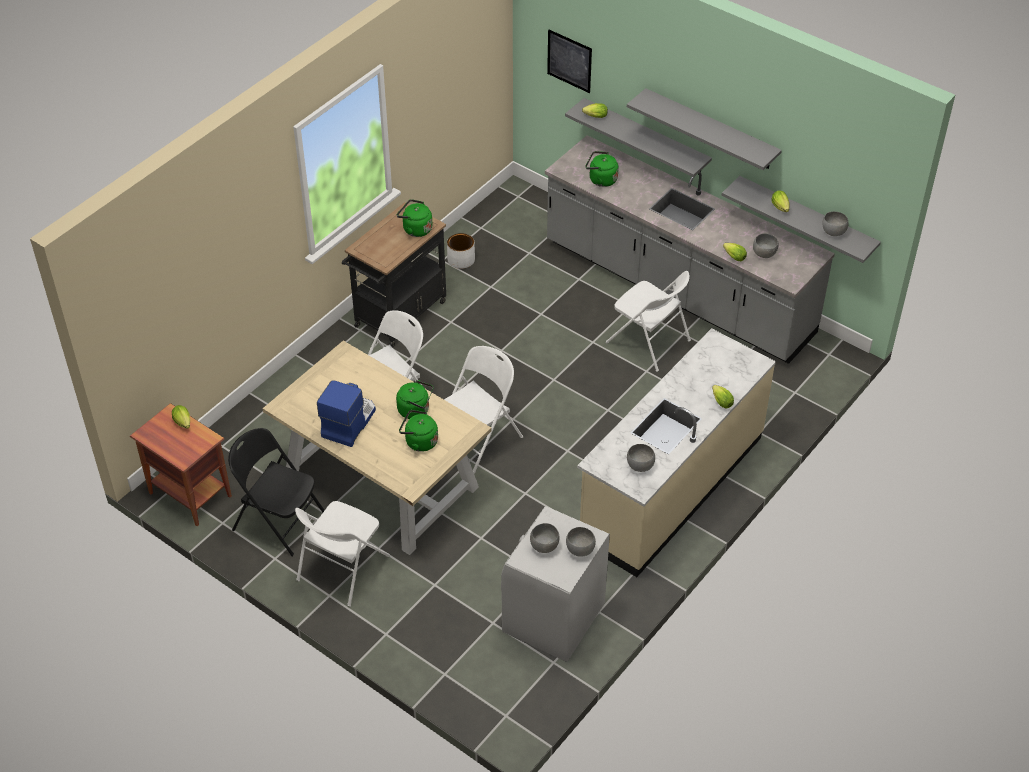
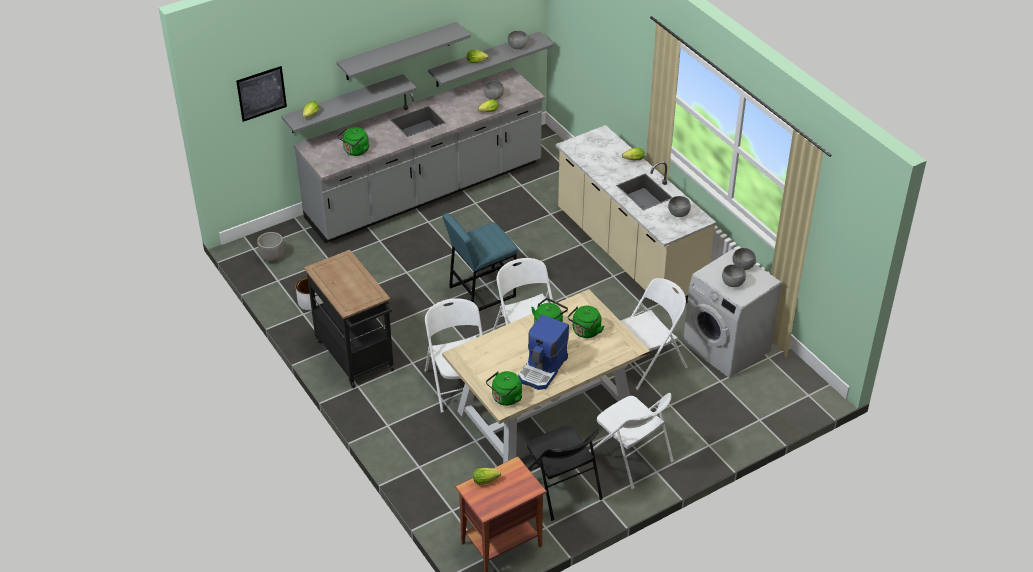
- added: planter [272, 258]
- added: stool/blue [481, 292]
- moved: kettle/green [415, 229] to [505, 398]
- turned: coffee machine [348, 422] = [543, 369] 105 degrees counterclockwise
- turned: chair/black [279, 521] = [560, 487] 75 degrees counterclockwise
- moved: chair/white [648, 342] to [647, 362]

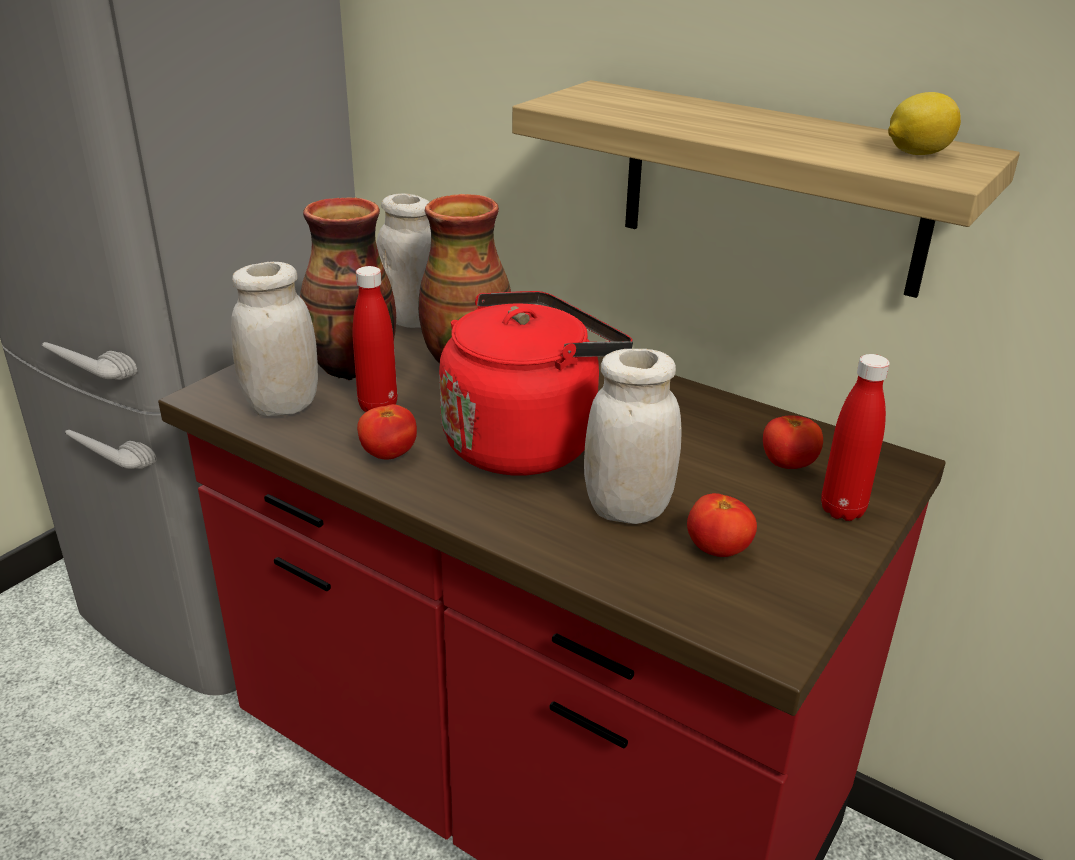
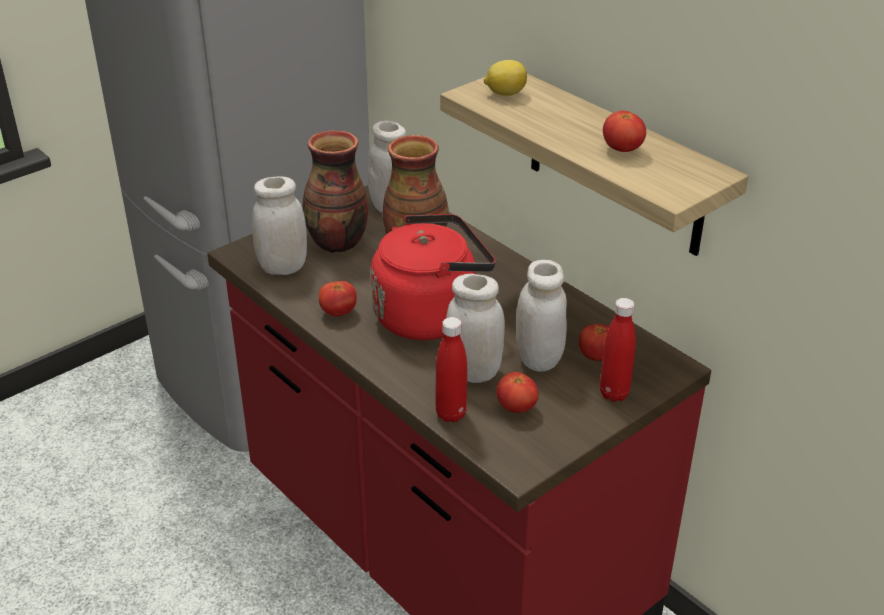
- moved: bottle/red [378, 406] to [451, 414]
- moved: lemon [916, 153] to [505, 93]
- added: jar/white [539, 359]
- added: tomato [622, 150]

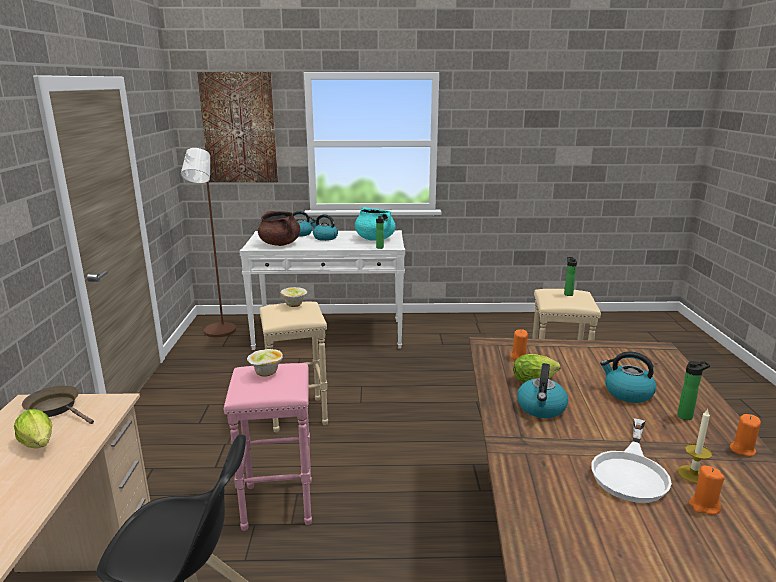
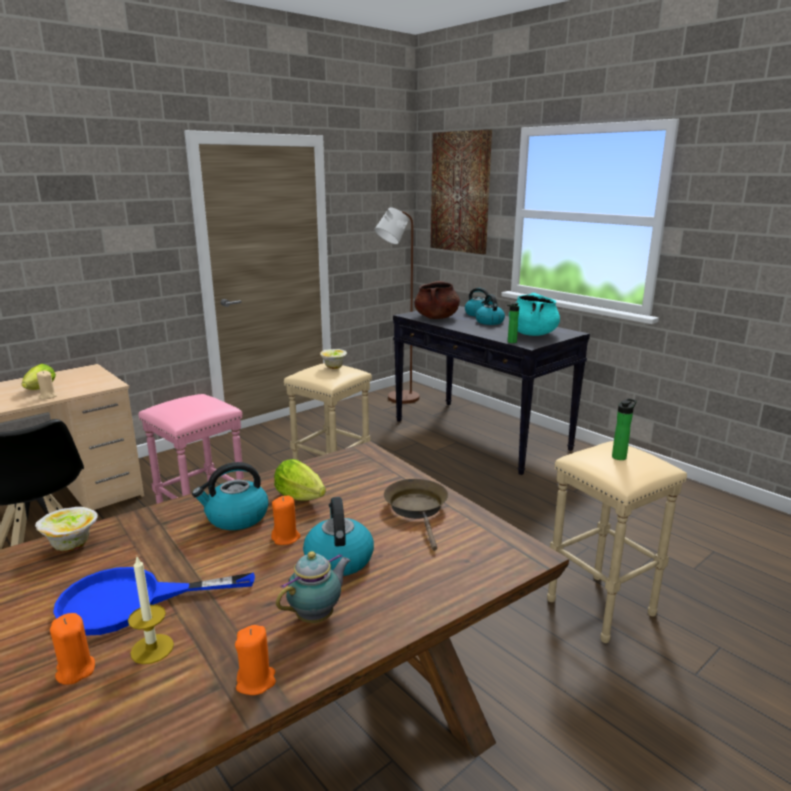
- moved: bowl [266, 373] to [71, 545]
- added: candle/beige [47, 397]
- recoloured: frying pan/white [631, 471] to frying pan/blue [130, 602]
- moved: candle/orange [518, 357] to [286, 538]
- replaced: bottle [687, 416] to teapot [317, 616]
- moved: frying pan/brown [56, 408] to [417, 509]
- recoloured: console table/white [330, 334] to console table/black [480, 434]

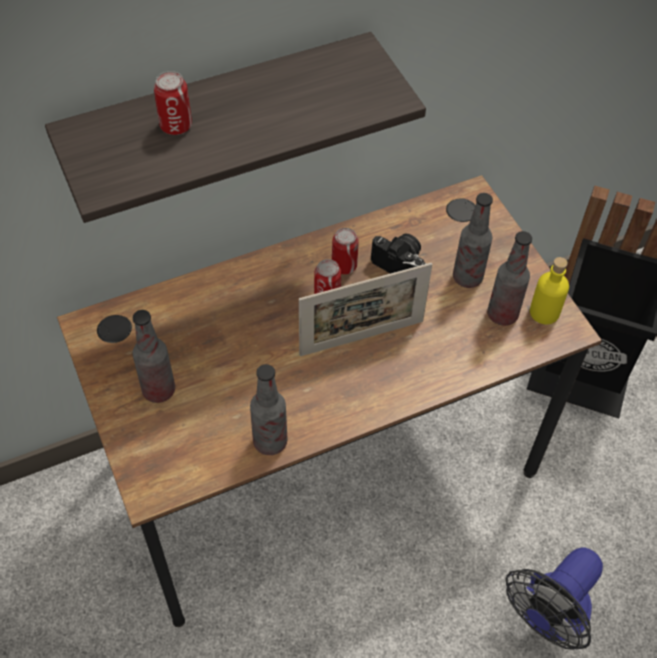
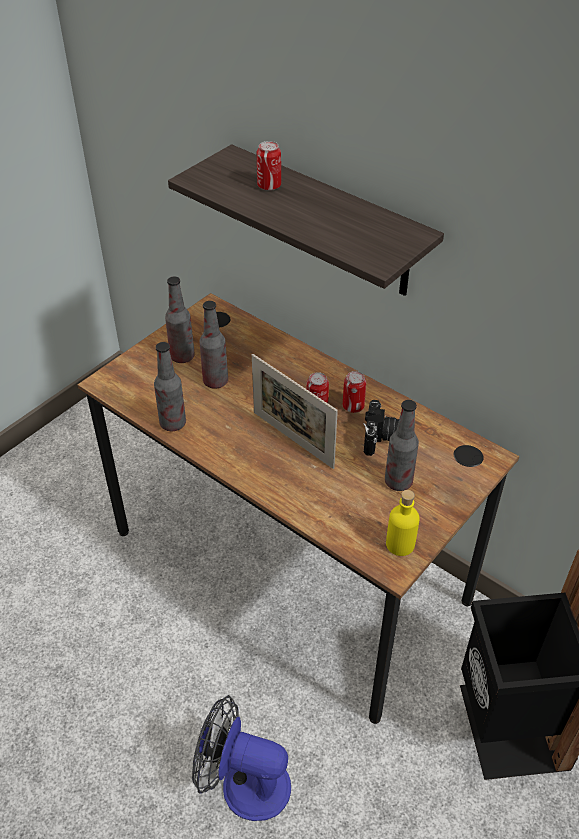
- moved: bottle [502, 314] to [215, 381]

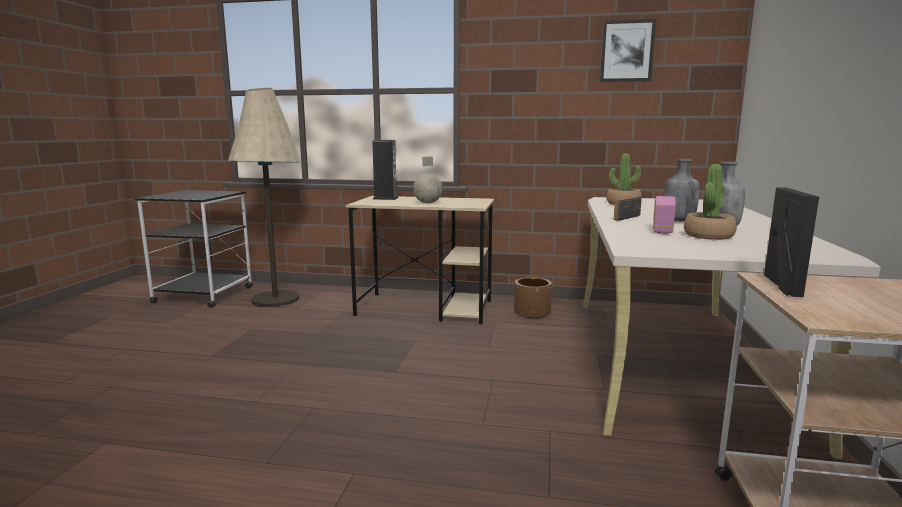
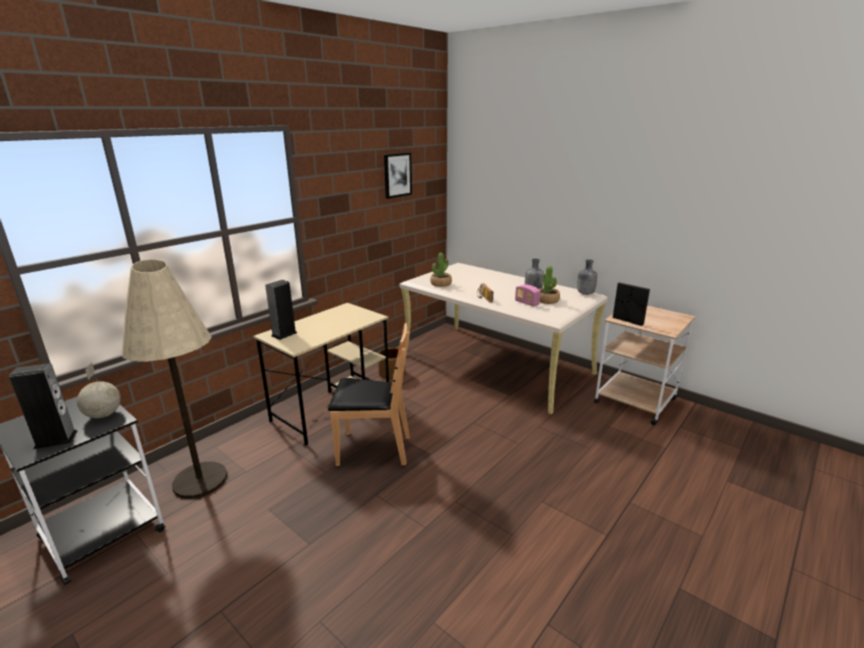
- added: speaker [56, 439]
- moved: globe [427, 203] to [103, 415]
- added: chair/brown [373, 449]
- moved: bottle/grey [677, 220] to [585, 293]

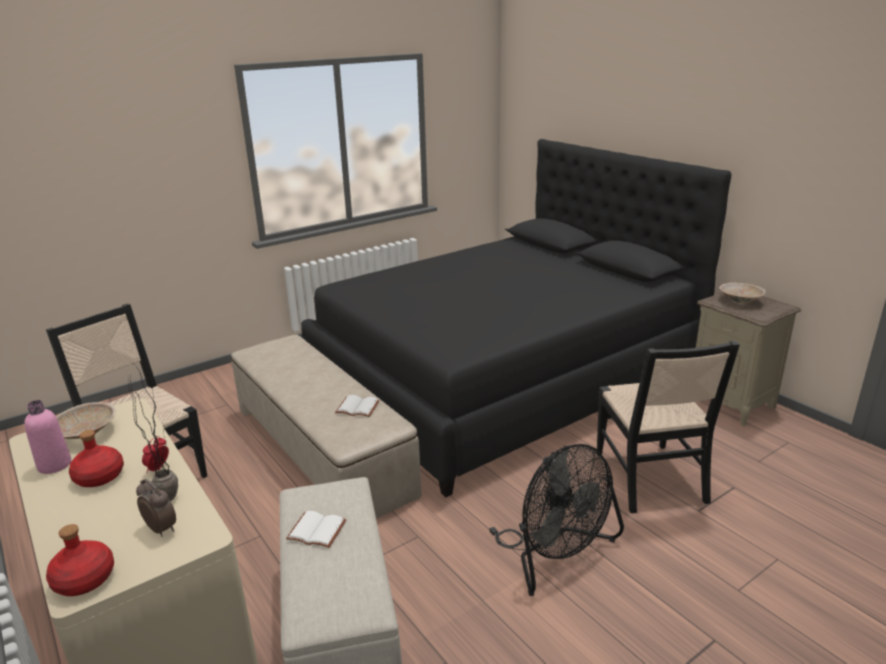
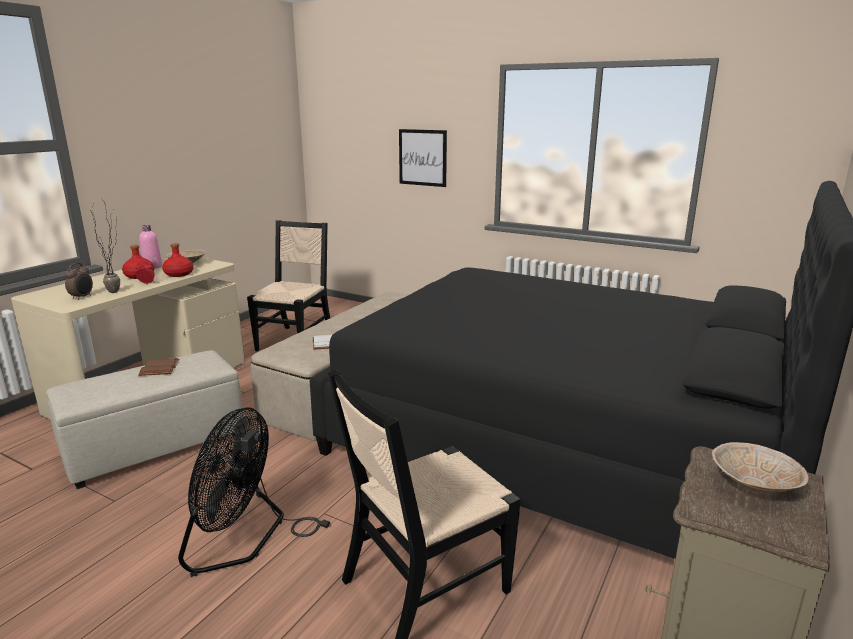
- recoloured: book/white [318, 530] to book/brown [160, 368]
- moved: bottle/red [85, 579] to [179, 274]
- turned: fan/black [553, 554] = [254, 532] 75 degrees clockwise
- added: picture [422, 157]

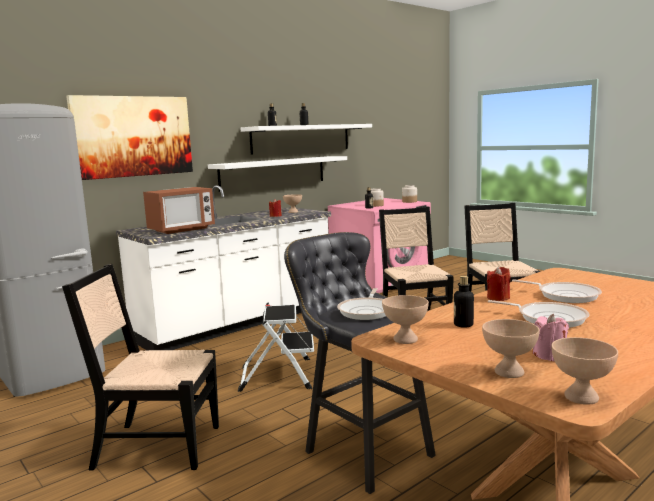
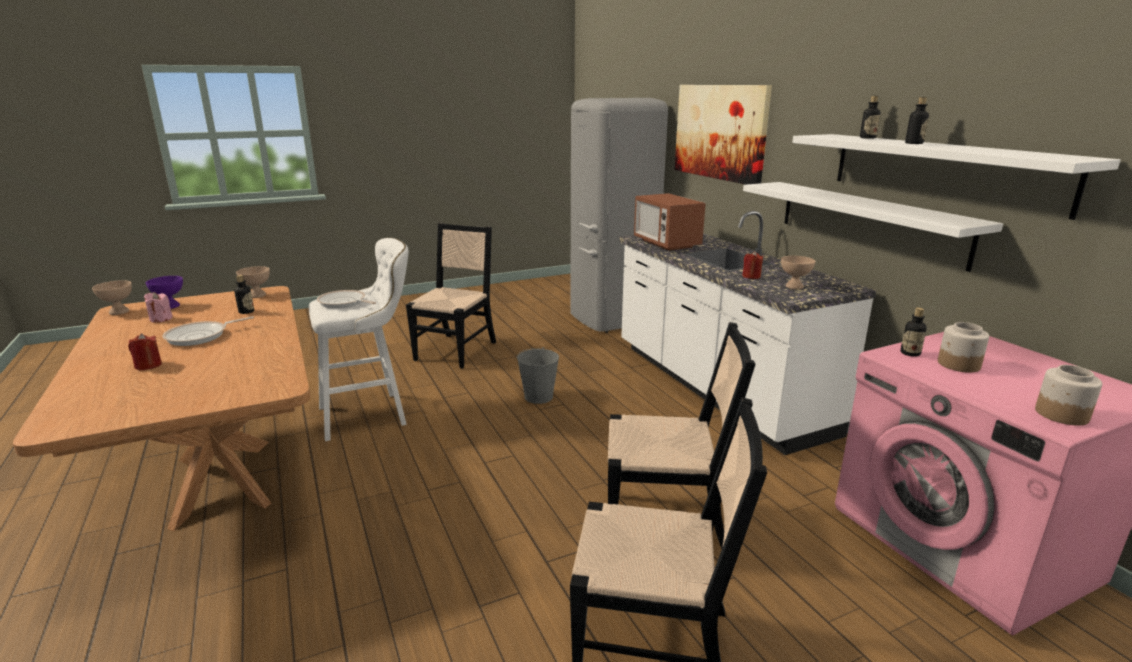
- moved: candle/red [498, 298] to [148, 365]
- recoloured: bowl/beige [508, 372] to bowl/purple [171, 306]
- recoloured: stool/black [359, 447] to stool/white [374, 413]
- replaced: step ladder [278, 375] to bucket/grey [539, 397]
- removed: frying pan [565, 295]

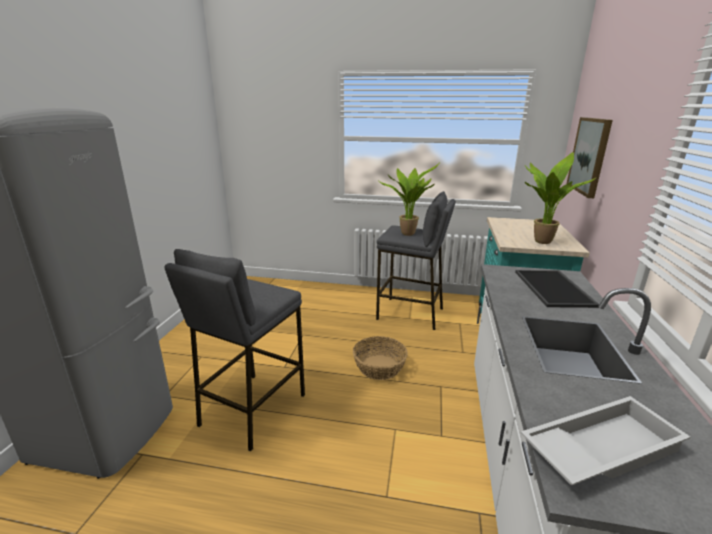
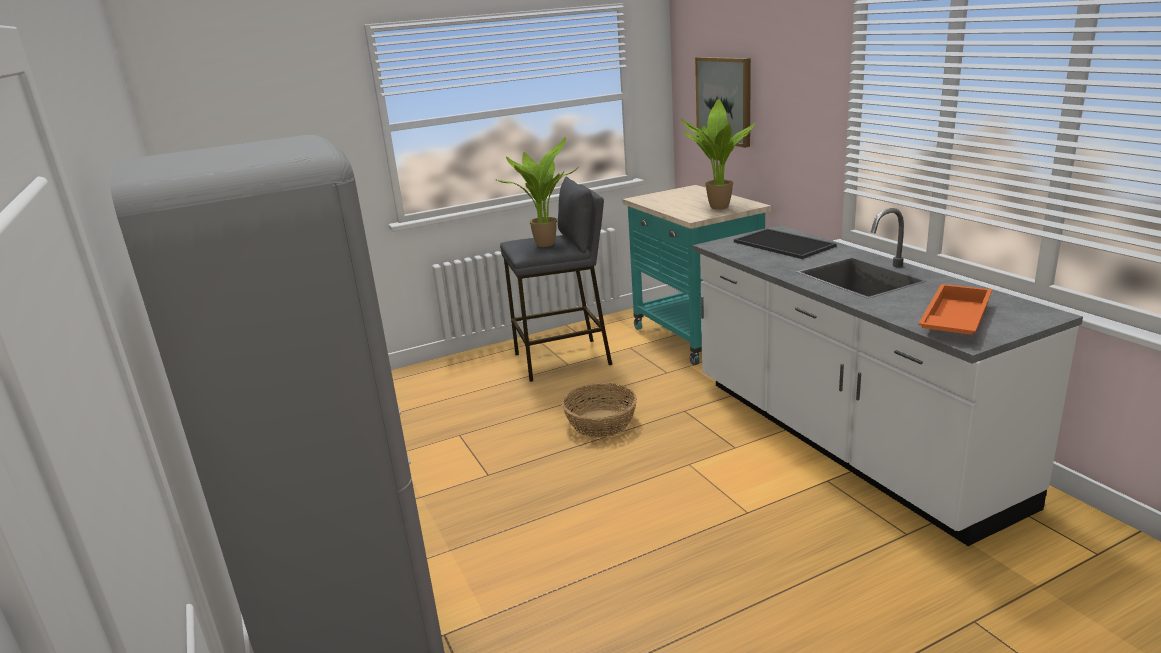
- recoloured: tray/white [599, 447] to tray/orange [953, 320]
- removed: stool/grey [252, 409]

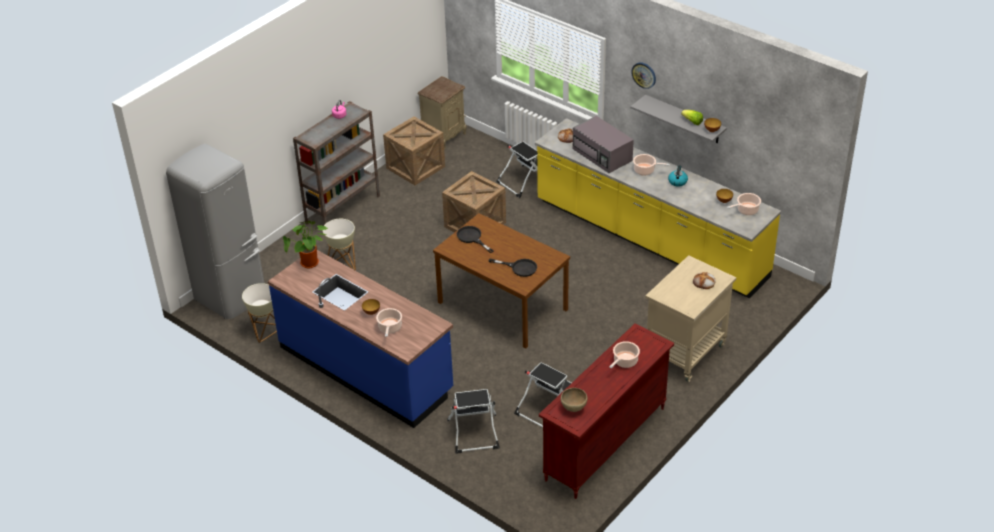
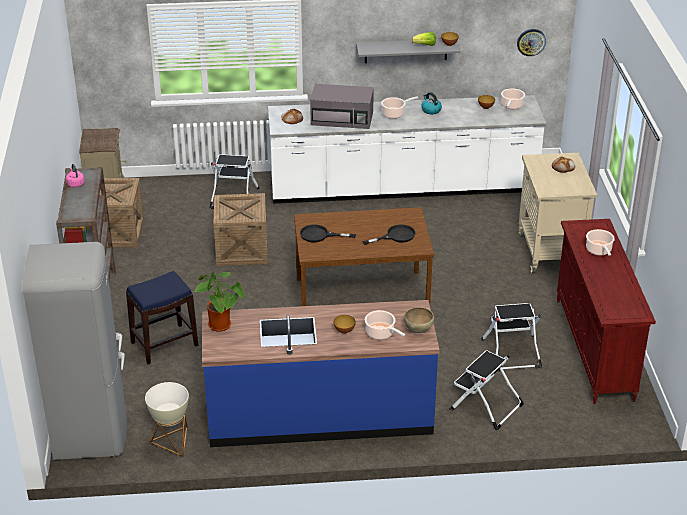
- replaced: planter [343, 263] to stool [164, 344]
- recoloured: counter/yellow [649, 240] to counter/white [403, 189]
- moved: bowl/brown [574, 408] to [418, 330]
- moved: wall clock [644, 75] to [531, 42]

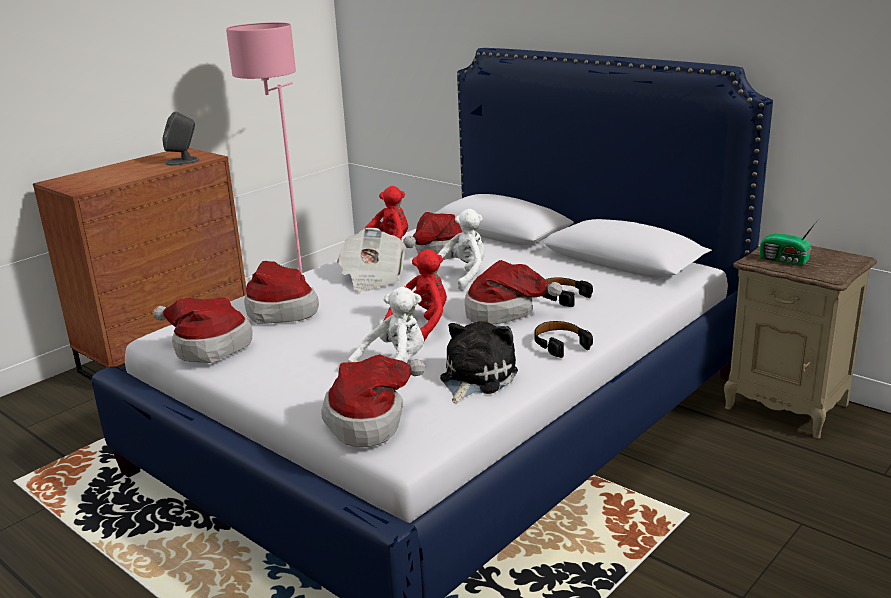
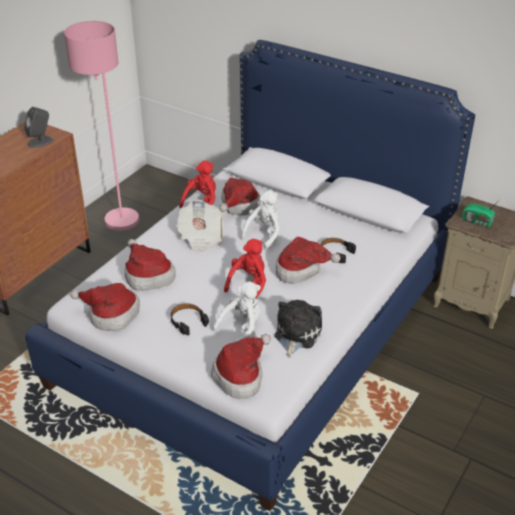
- moved: headphones/black [560, 344] to [188, 321]

